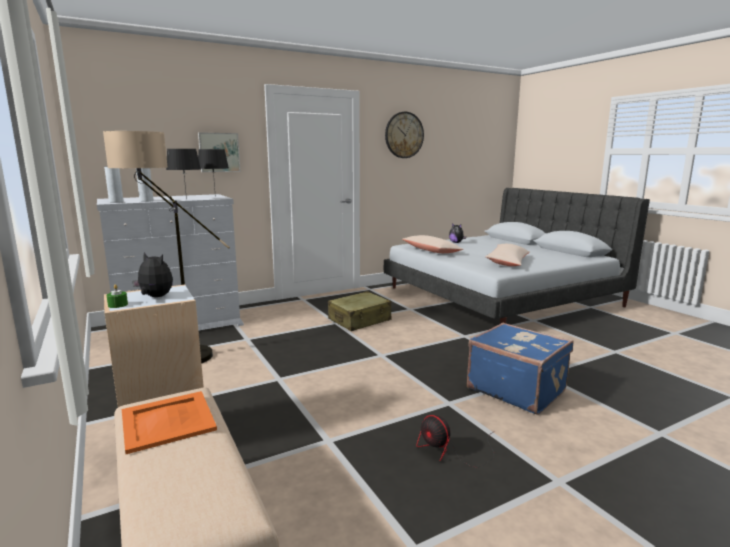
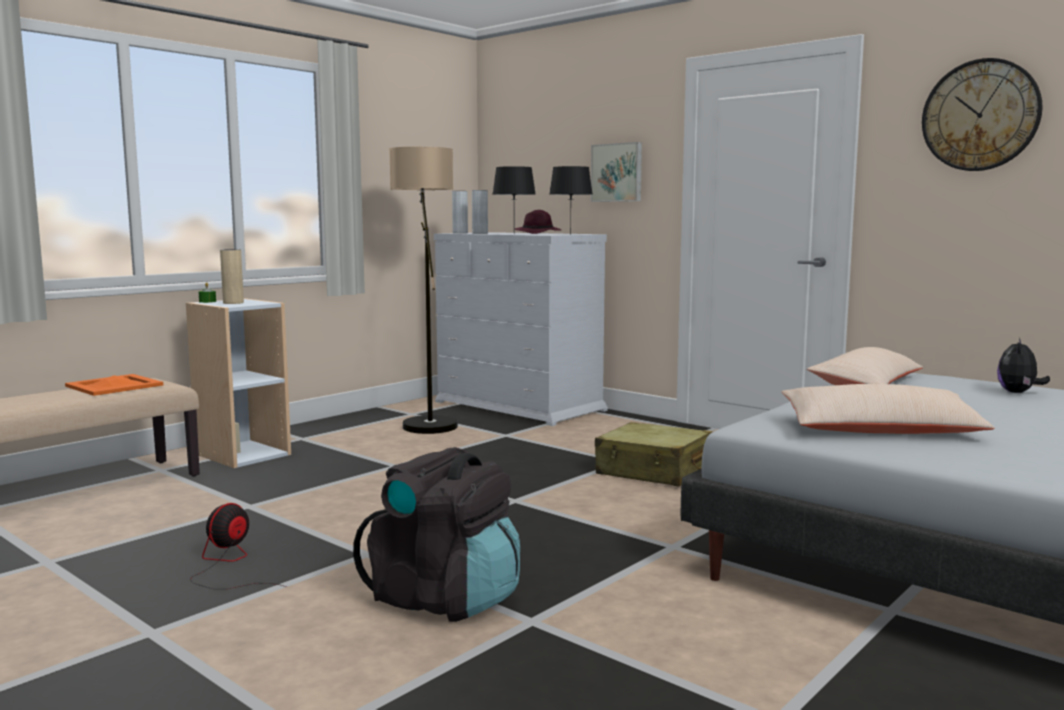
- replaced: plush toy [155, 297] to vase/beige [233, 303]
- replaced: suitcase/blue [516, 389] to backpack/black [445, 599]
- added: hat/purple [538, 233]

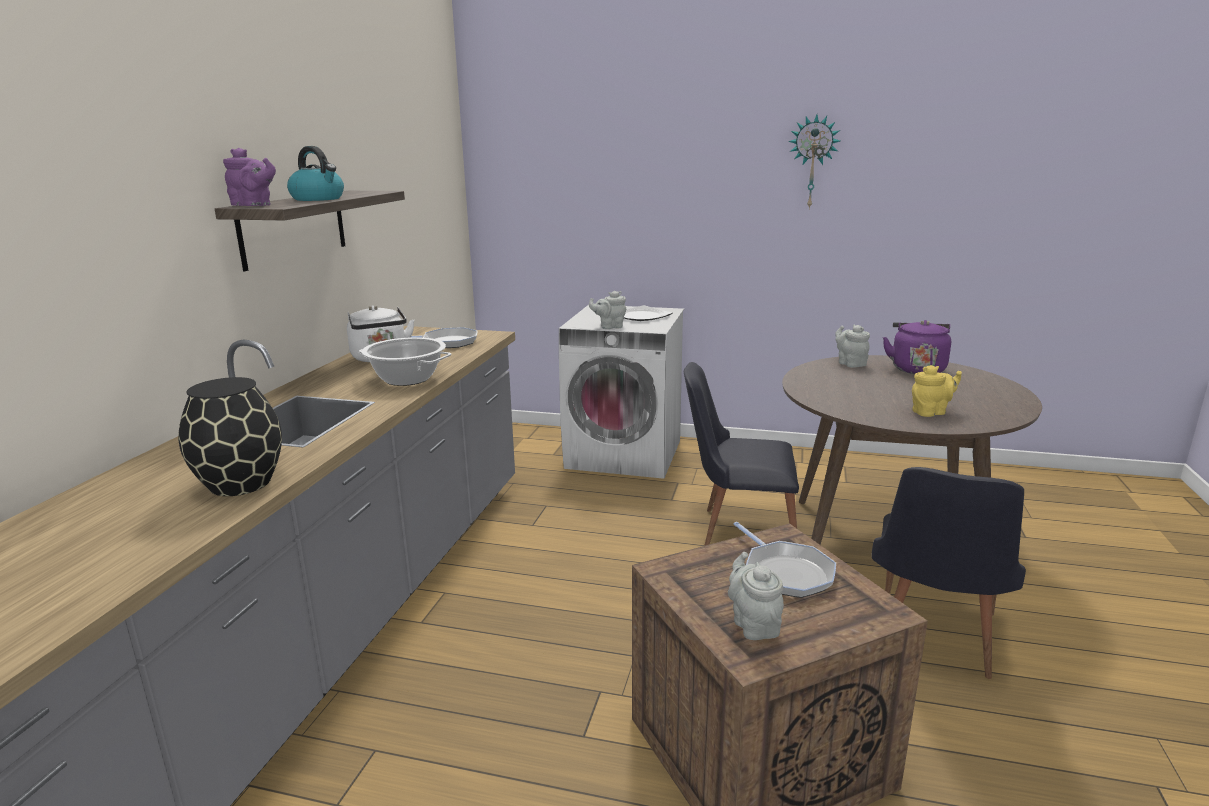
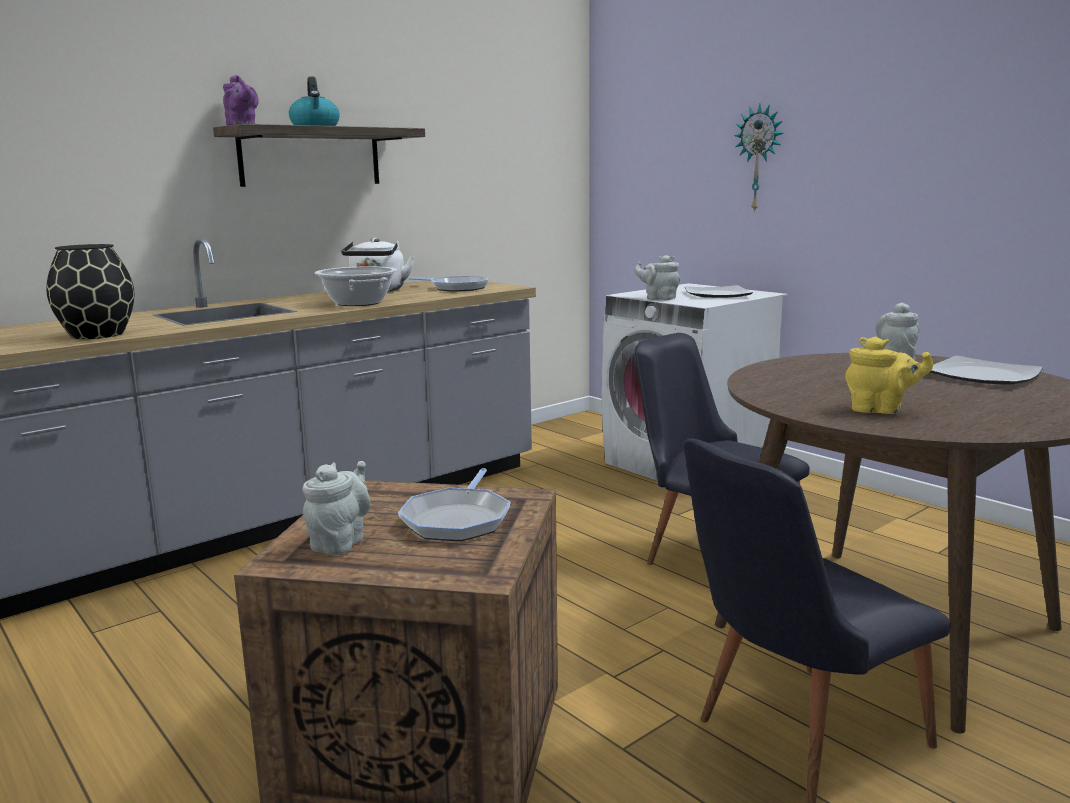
- moved: wall clock [812, 162] to [759, 158]
- replaced: kettle/purple [916, 369] to plate [984, 375]

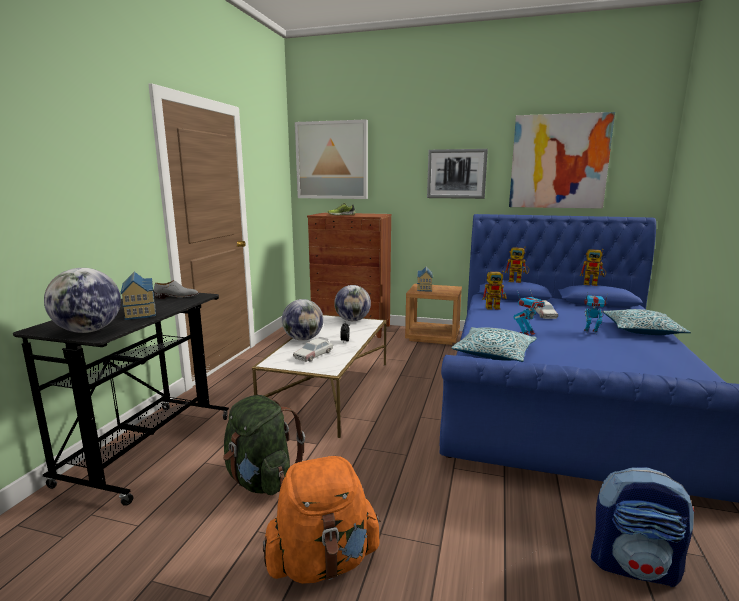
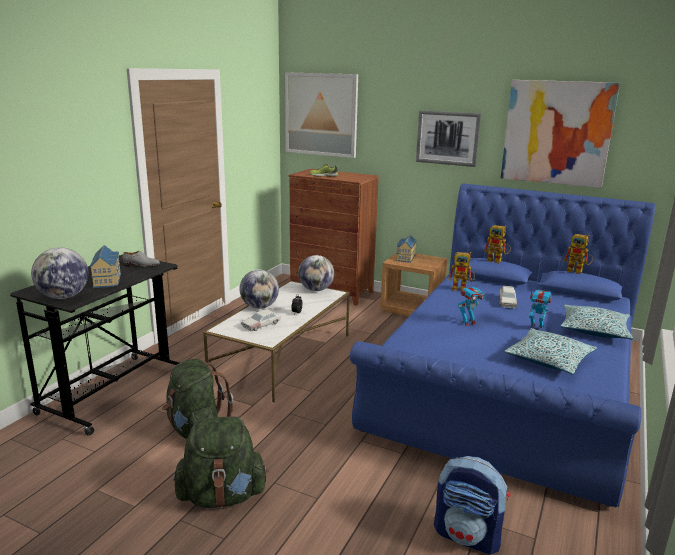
- recoloured: backpack/orange [323, 562] to backpack/green [222, 496]
- moved: pillow [494, 353] to [549, 360]

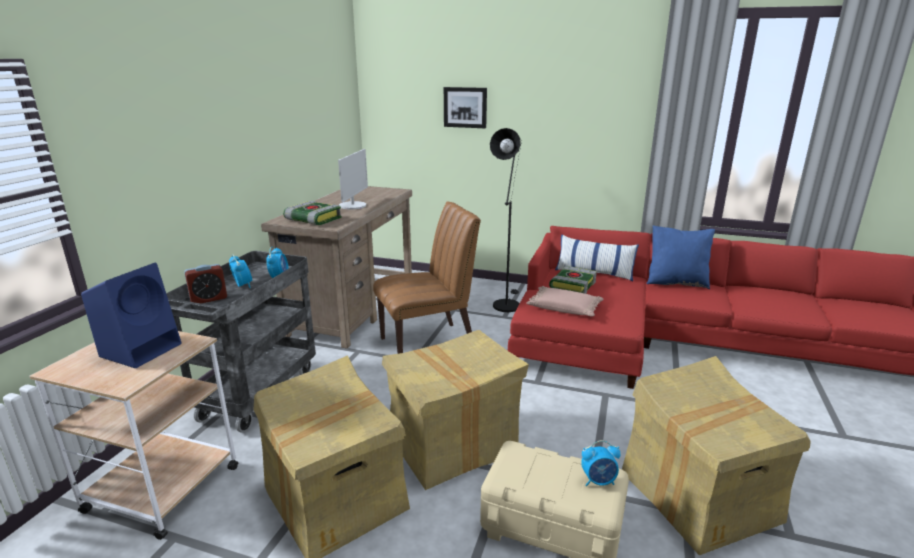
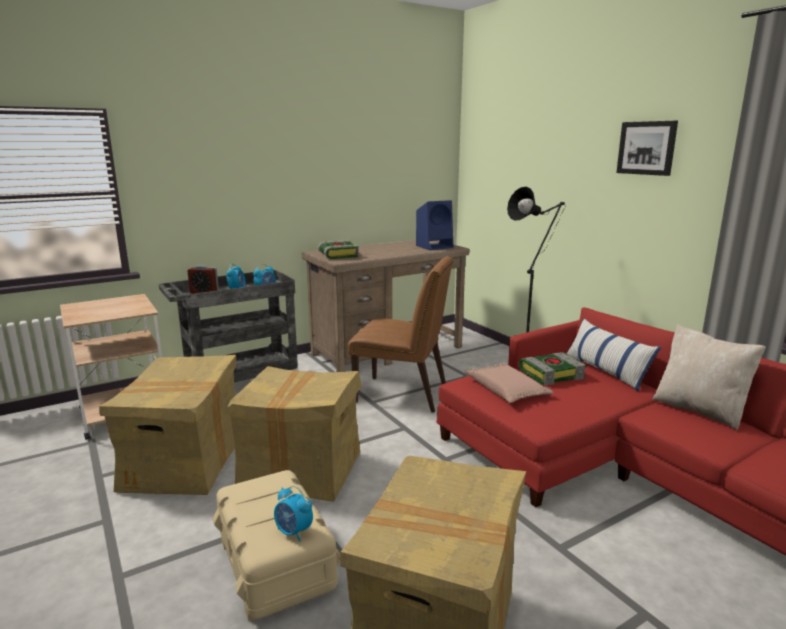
- moved: speaker/blue [142, 349] to [435, 246]
- moved: picture [465, 107] to [646, 148]
- recoloured: pillow/blue [676, 282] to pillow/beige [699, 410]
- removed: monitor [353, 206]

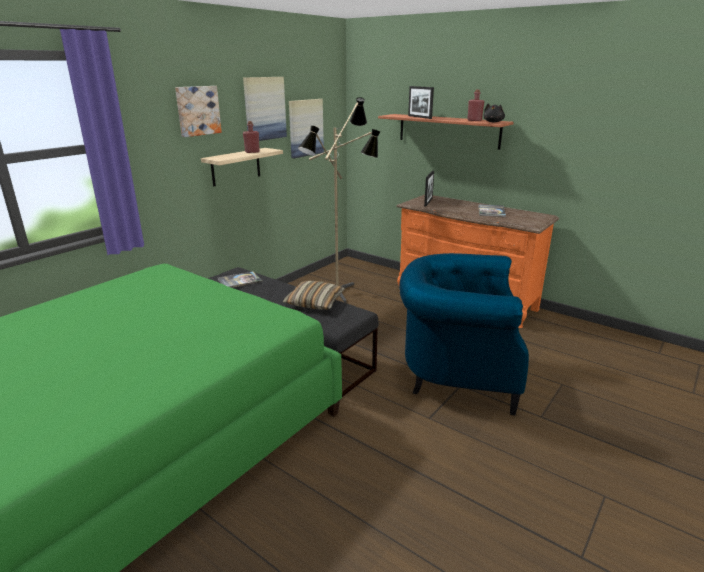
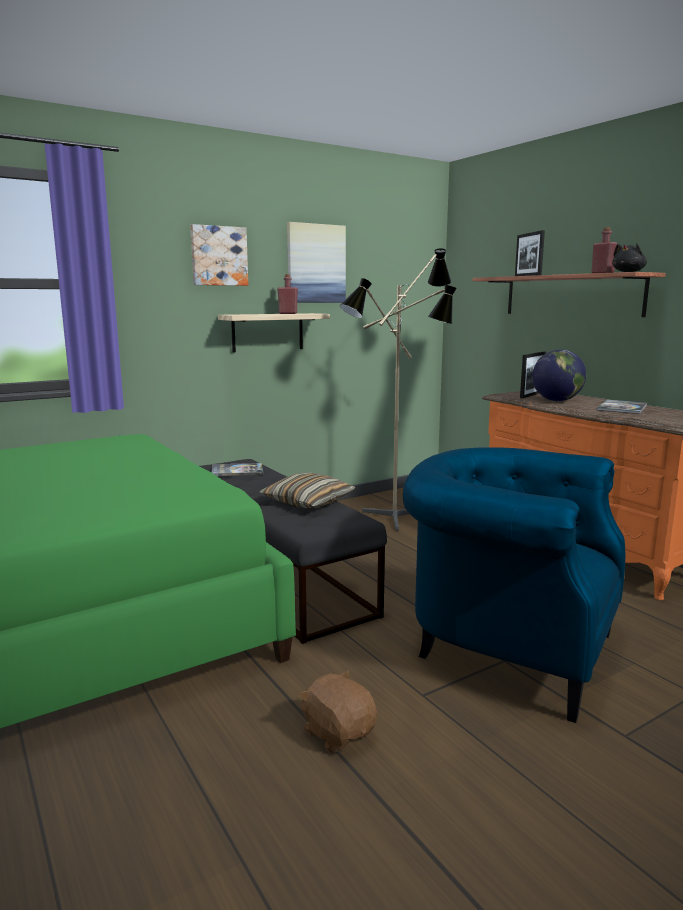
- added: plush toy/brown [338, 732]
- added: globe [556, 401]
- removed: picture [305, 128]

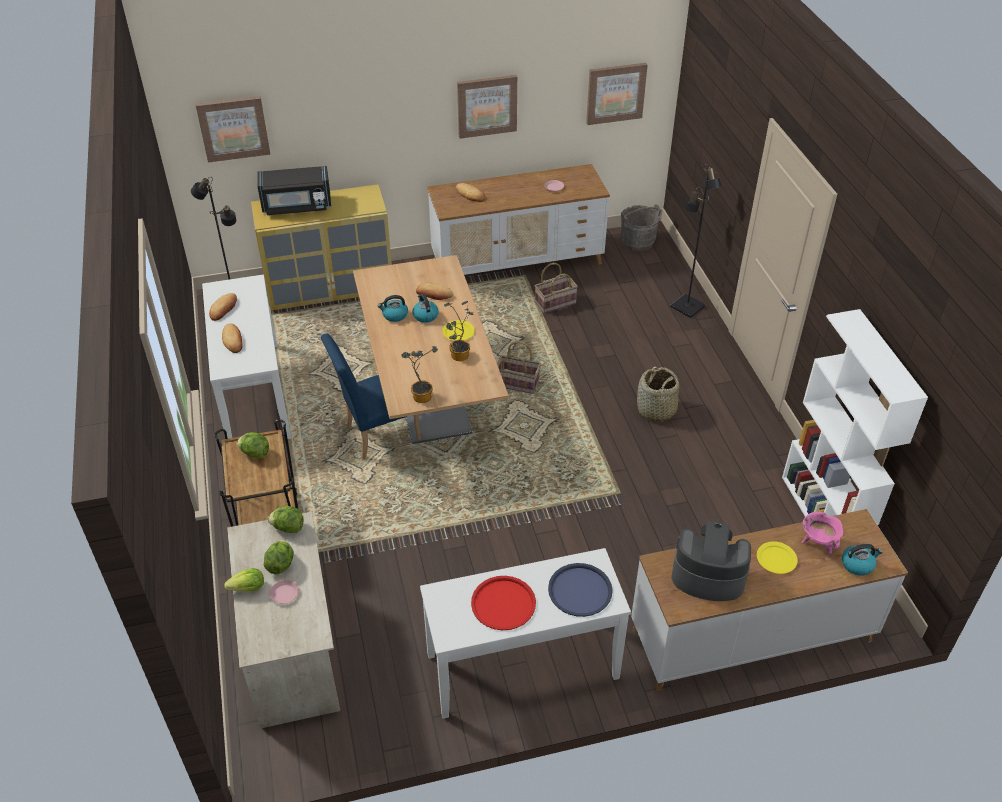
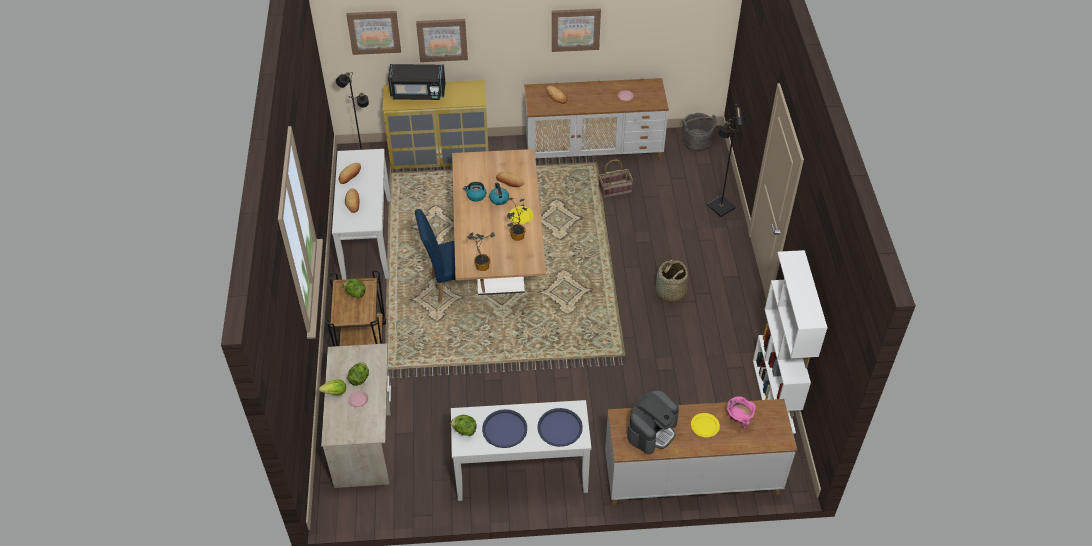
- moved: picture [615, 93] to [442, 39]
- moved: lettuce [288, 528] to [464, 430]
- recoloured: tray/red [503, 604] to tray/blue [504, 429]
- turned: coffee machine [707, 575] = [652, 430] 105 degrees clockwise
- removed: basket [517, 383]
- removed: kettle [857, 564]

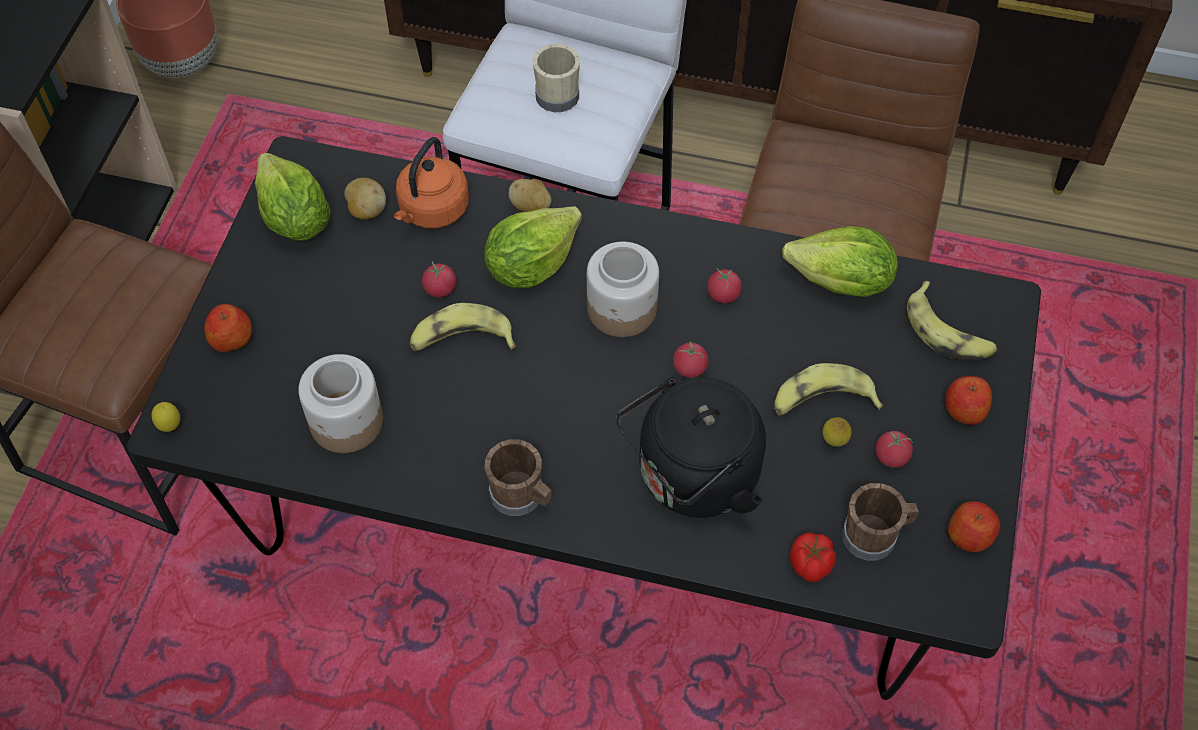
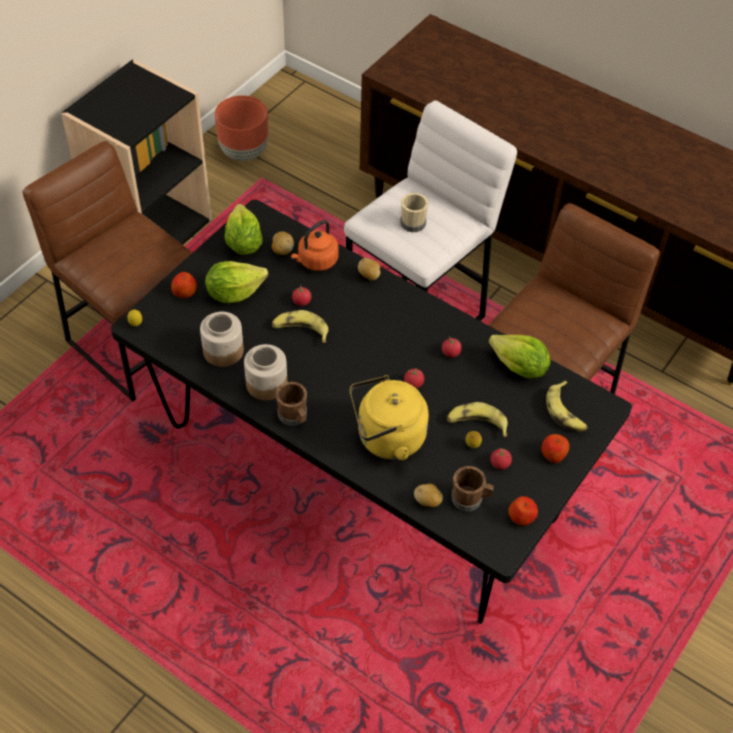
- moved: lettuce [530, 265] to [234, 293]
- moved: jar [622, 309] to [266, 384]
- recoloured: kettle/black [692, 479] to kettle/yellow [387, 438]
- replaced: tomato [810, 565] to potato [427, 501]

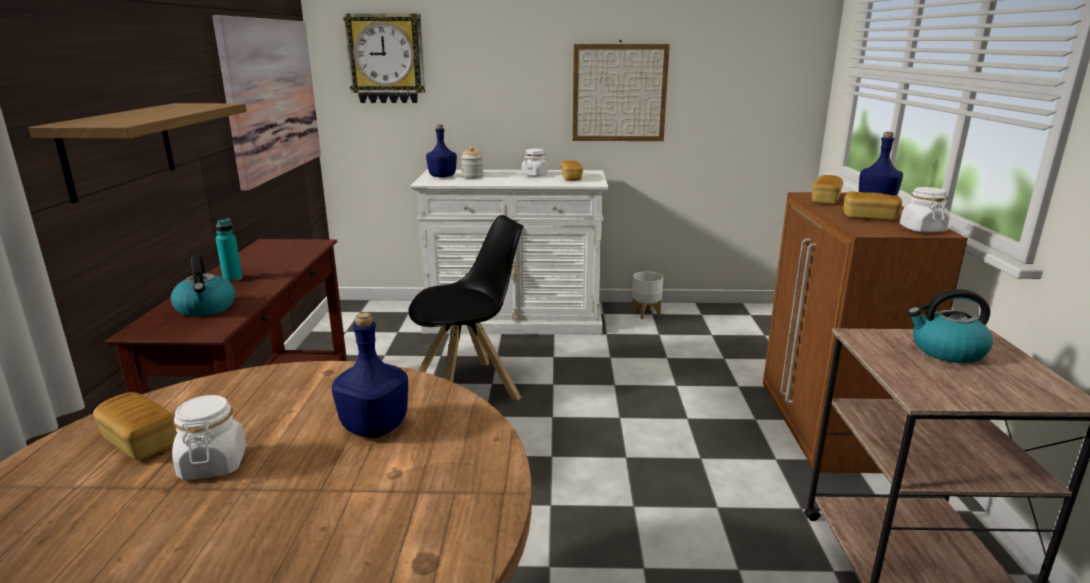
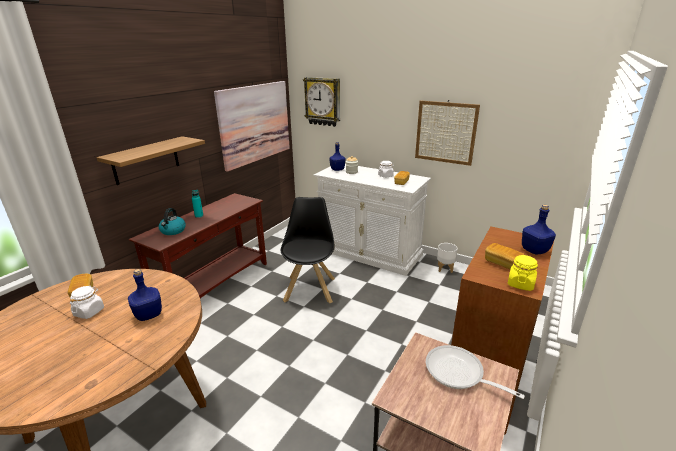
- turned: chair/black [469, 388] = [310, 288] 90 degrees counterclockwise
- replaced: kettle [946, 351] to frying pan [458, 374]
- recoloured: jar/white [922, 229] to jar/yellow [520, 284]
- removed: bread [825, 200]

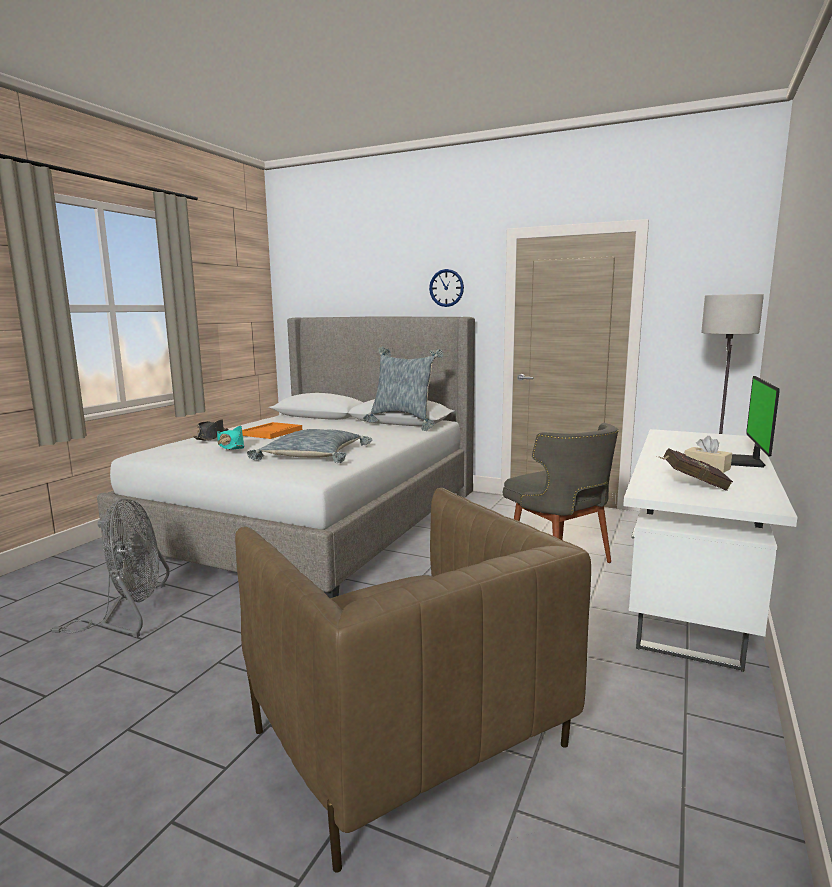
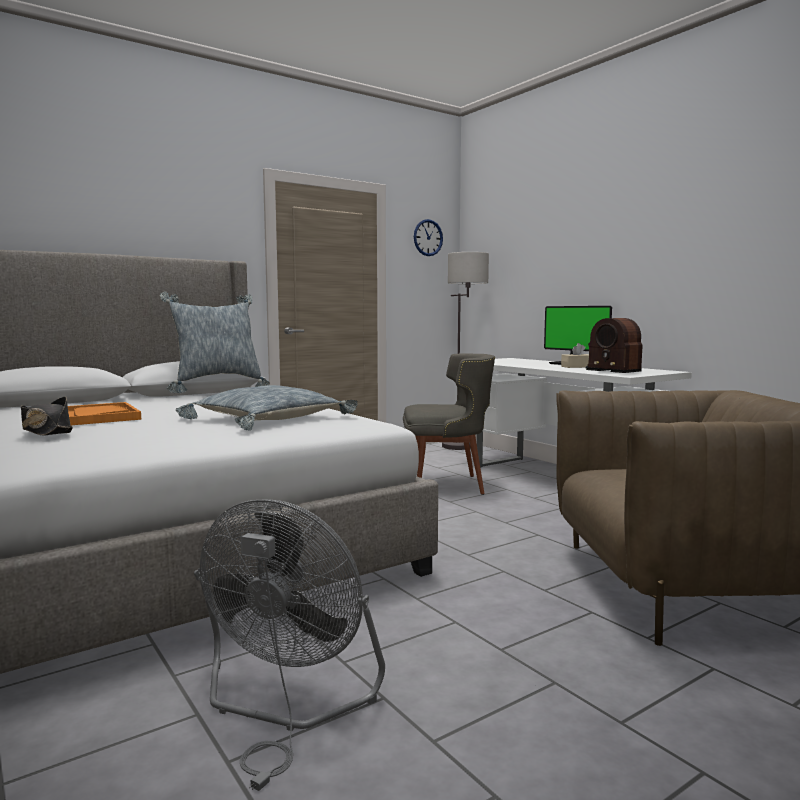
- moved: wall clock [446, 288] to [428, 237]
- replaced: book/red [691, 484] to radio [613, 371]
- removed: hat/turquoise [231, 446]

